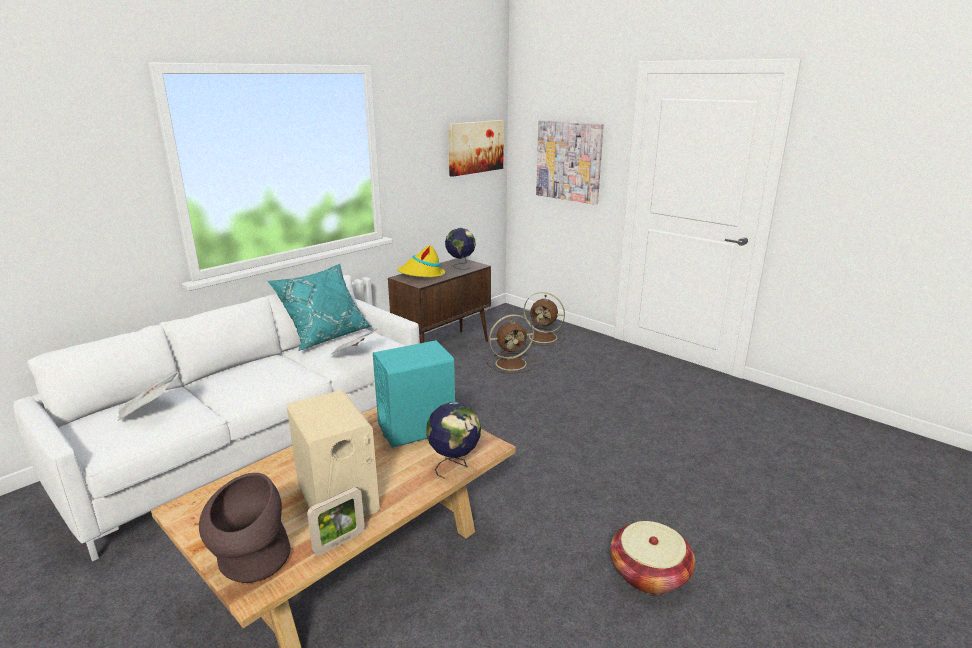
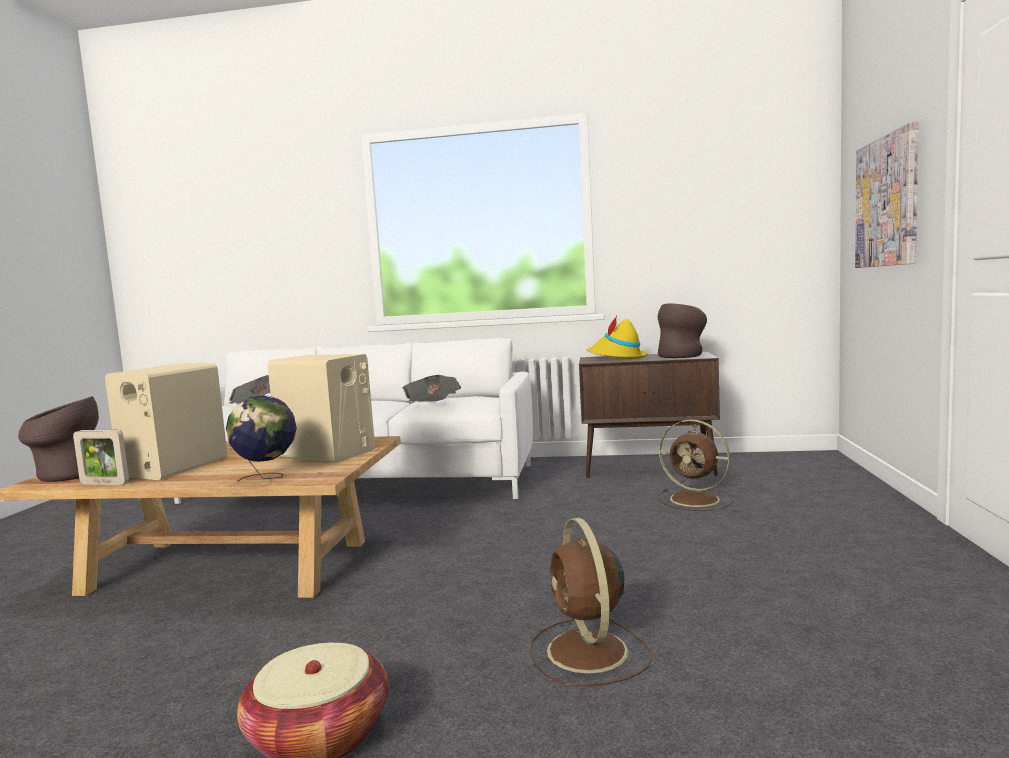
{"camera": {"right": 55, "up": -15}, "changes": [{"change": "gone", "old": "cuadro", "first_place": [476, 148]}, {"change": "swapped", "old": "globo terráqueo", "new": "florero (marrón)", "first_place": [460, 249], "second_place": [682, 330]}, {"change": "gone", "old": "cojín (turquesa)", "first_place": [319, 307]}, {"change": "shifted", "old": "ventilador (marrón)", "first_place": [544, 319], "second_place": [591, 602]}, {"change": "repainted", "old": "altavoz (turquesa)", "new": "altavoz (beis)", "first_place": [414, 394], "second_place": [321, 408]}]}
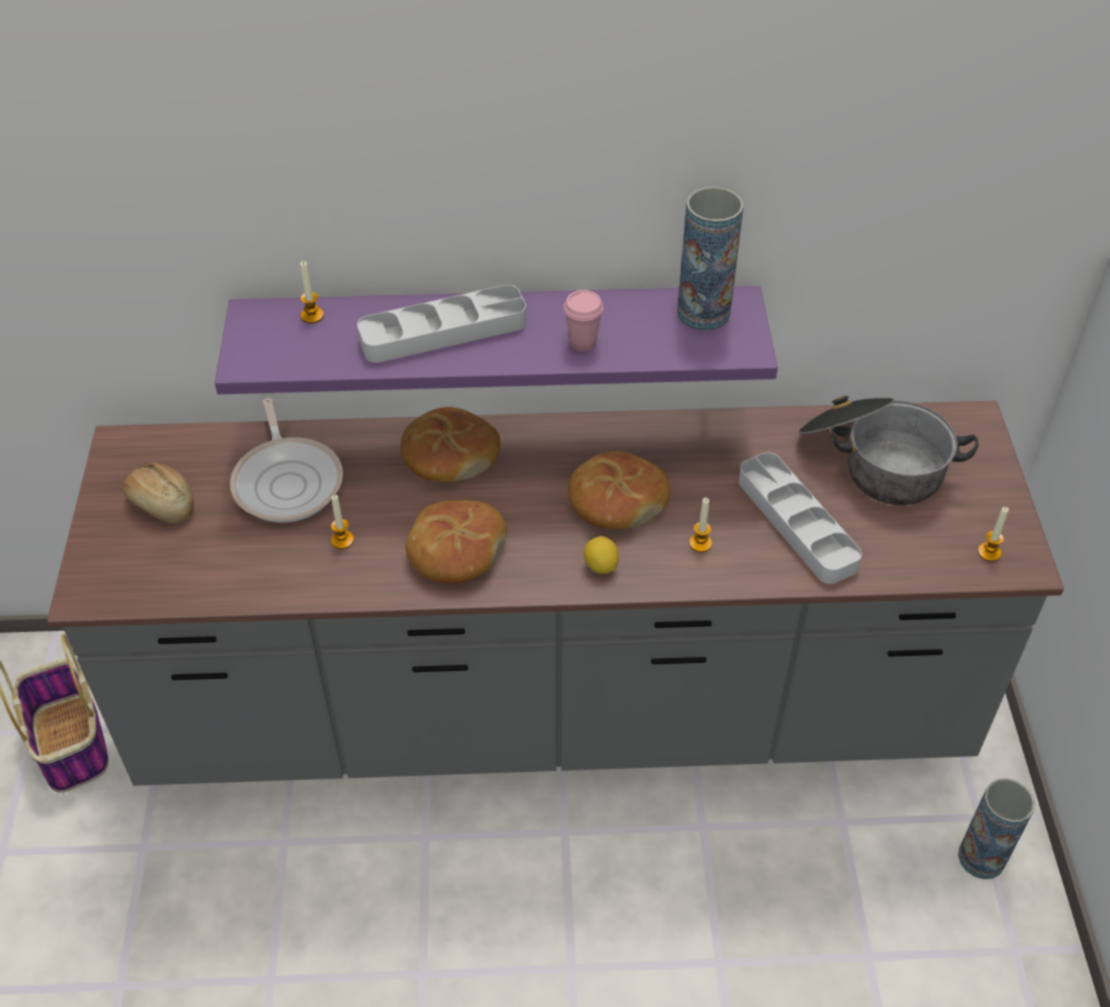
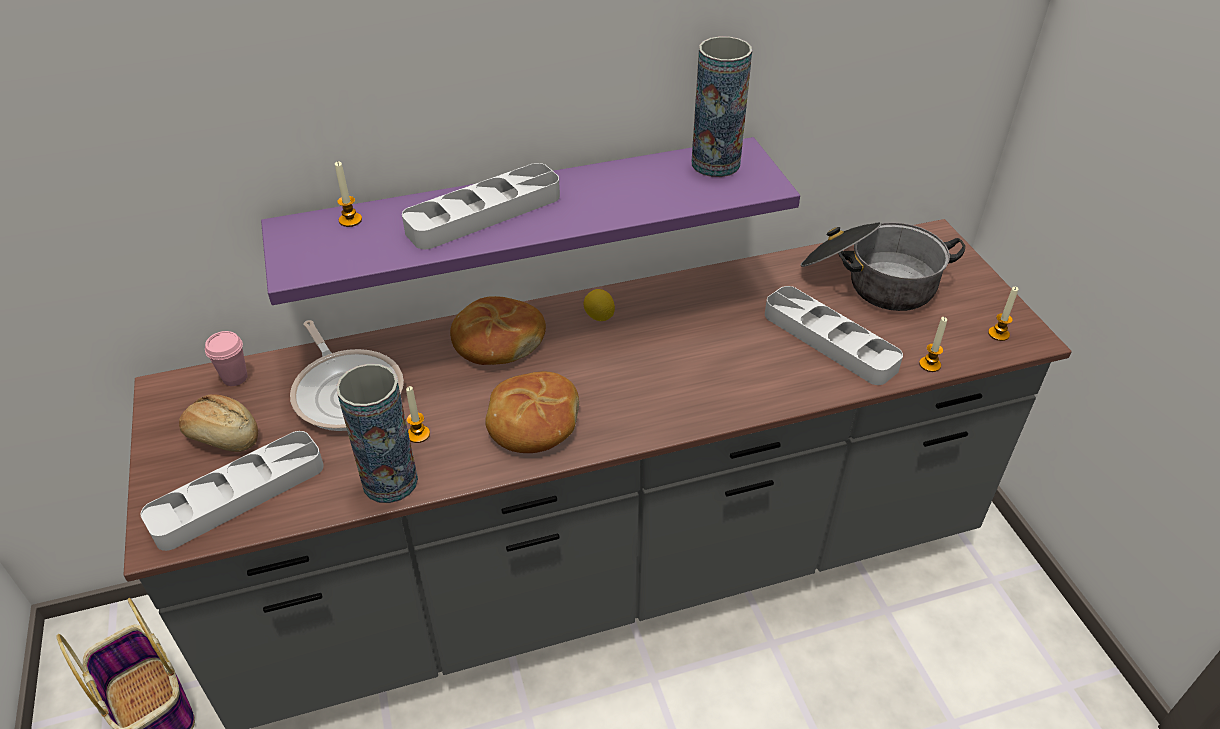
{"camera": {"right": -15, "up": -5}, "changes": [{"change": "shifted", "old": "taza (rosa)", "first_place": [583, 320], "second_place": [226, 358]}, {"change": "gone", "old": "pan", "first_place": [619, 490]}, {"change": "shifted", "old": "vela", "first_place": [700, 524], "second_place": [933, 344]}, {"change": "shifted", "old": "limón", "first_place": [601, 555], "second_place": [599, 305]}, {"change": "shifted", "old": "florero", "first_place": [996, 829], "second_place": [377, 433]}, {"change": "new", "new": "bandeja (gris)", "second_place": [232, 491]}]}
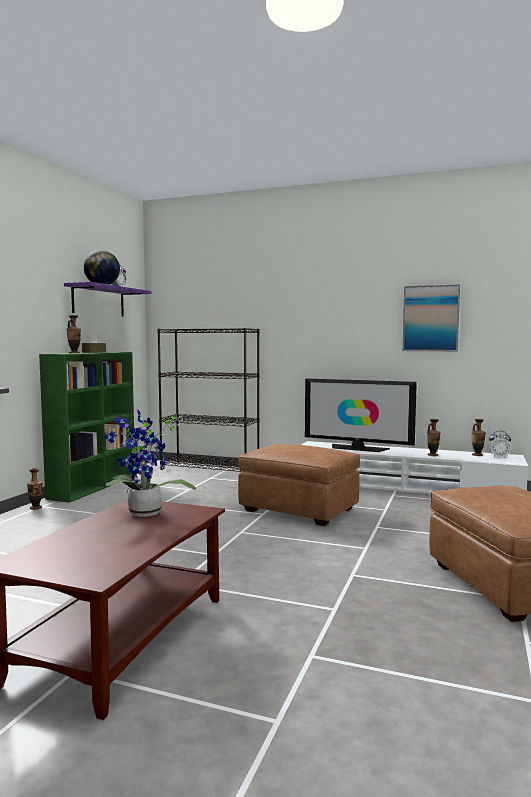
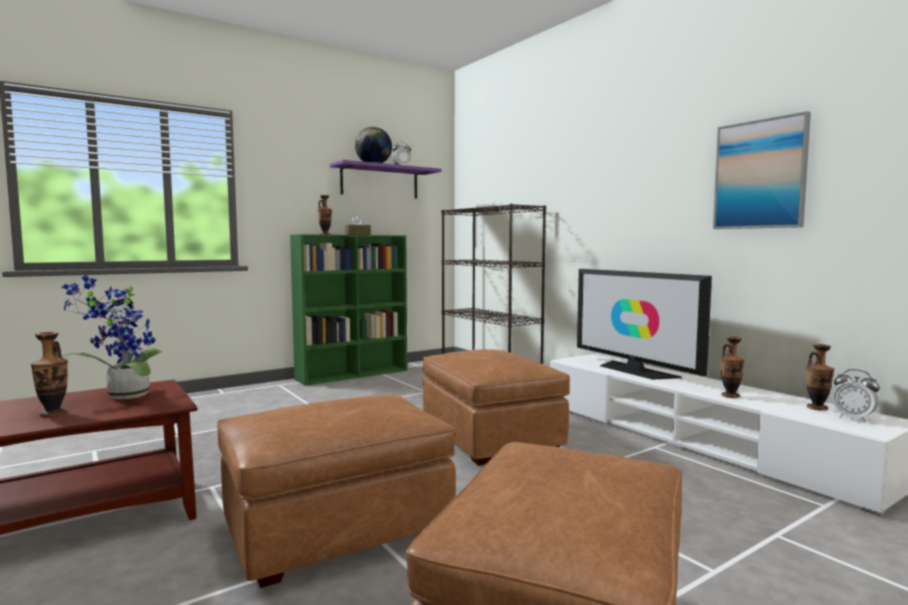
{"camera": {"right": 35, "up": 0}, "changes": [{"change": "shifted", "old": "florero", "first_place": [35, 489], "second_place": [49, 374]}, {"change": "new", "new": "puf (marrón)", "second_place": [336, 491]}]}
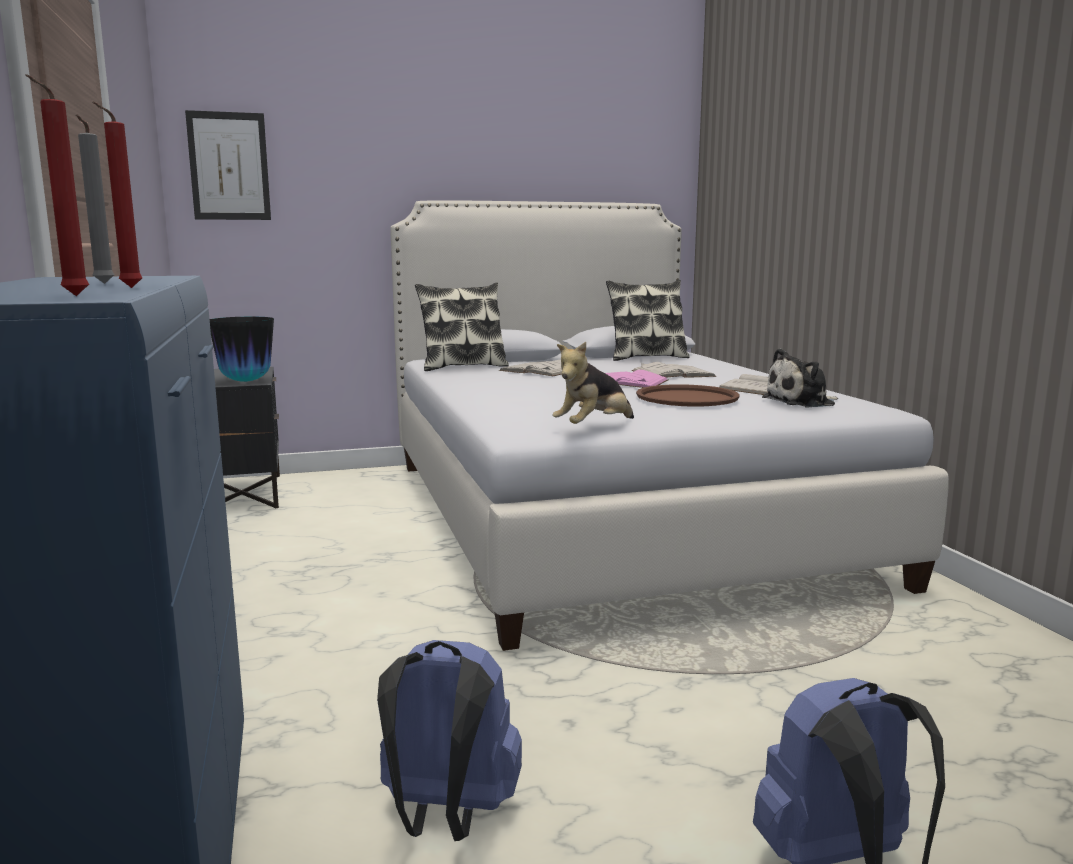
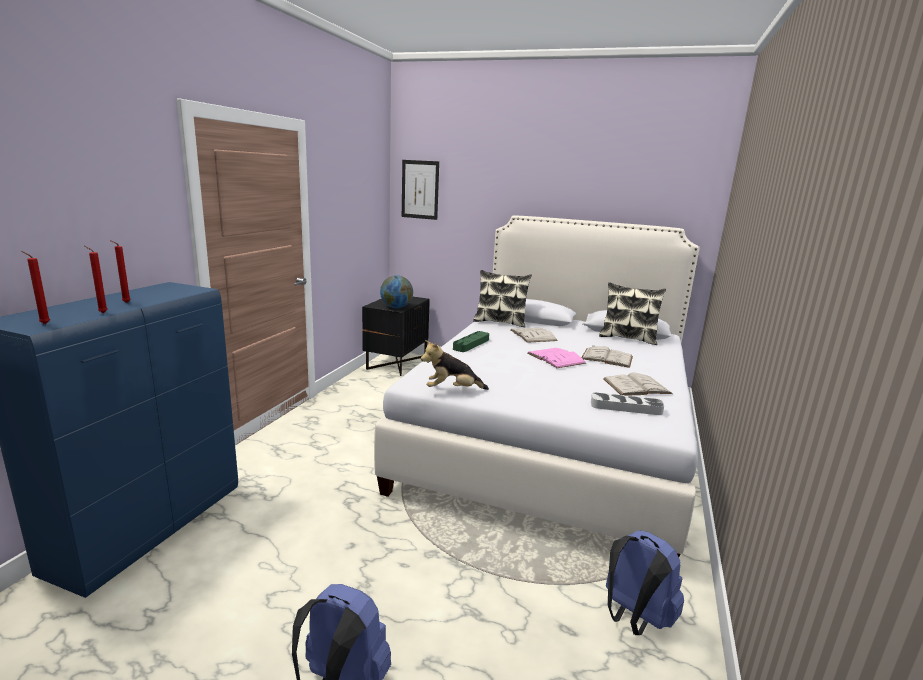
{"camera": {"right": 35, "up": 5}, "changes": [{"change": "repainted", "old": "vela (gris)", "new": "vela (rojo)", "first_place": [95, 199], "second_place": [121, 272]}, {"change": "swapped", "old": "florero", "new": "globo terráqueo", "first_place": [242, 349], "second_place": [396, 291]}, {"change": "swapped", "old": "peluche", "new": "bandeja (gris)", "first_place": [800, 378], "second_place": [627, 403]}, {"change": "gone", "old": "bandeja (marrón)", "first_place": [688, 395]}, {"change": "shifted", "old": "mochila (azul)", "first_place": [449, 740], "second_place": [645, 582]}, {"change": "new", "new": "bandeja (verde)", "second_place": [471, 341]}]}
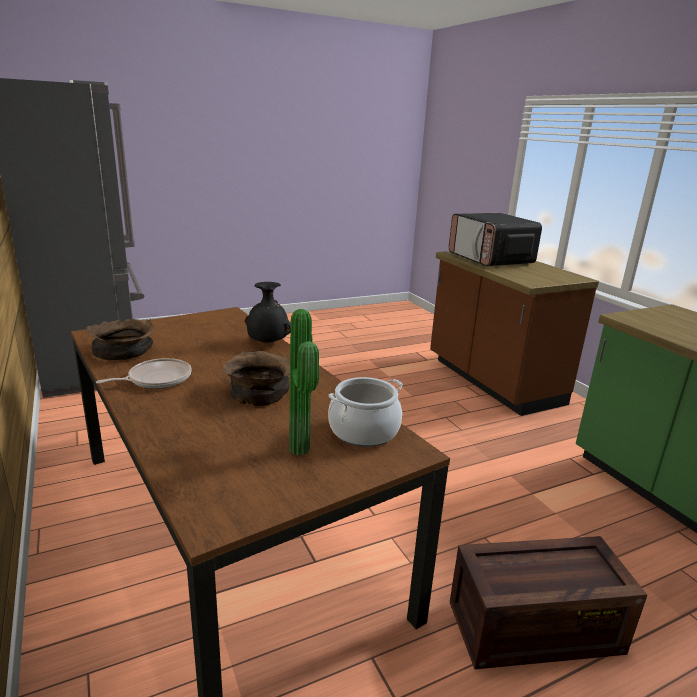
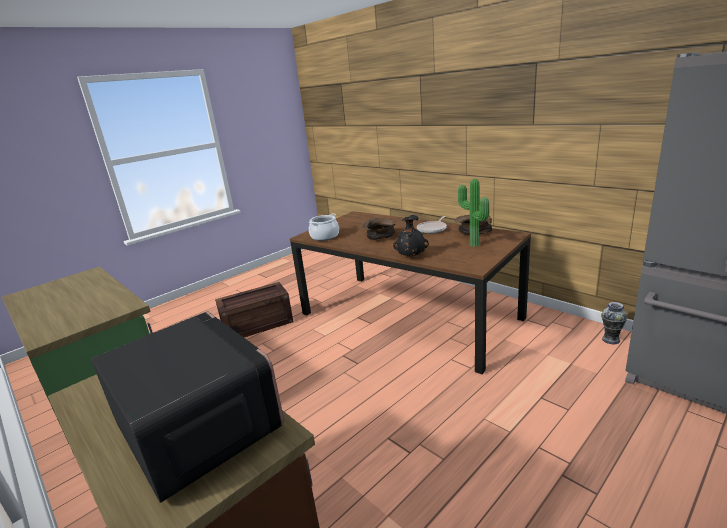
{"camera": {"right": 165, "up": 0}, "changes": [{"change": "shifted", "old": "planta en maceta", "first_place": [304, 382], "second_place": [473, 213]}, {"change": "new", "new": "florero", "second_place": [614, 323]}]}
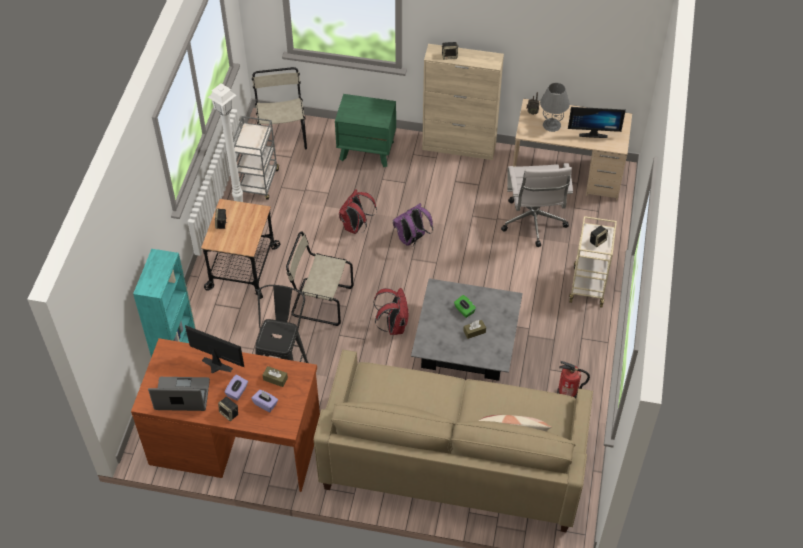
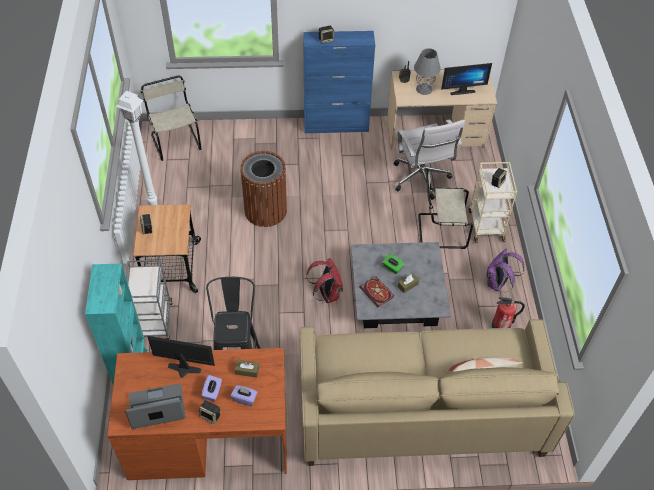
{"camera": {"right": -15, "up": 0}, "changes": [{"change": "repainted", "old": "armario (beis)", "new": "armario (azul)", "first_place": [463, 102], "second_place": [339, 82]}, {"change": "gone", "old": "mesita de noche (verde)", "first_place": [365, 130]}, {"change": "shifted", "old": "carrito (gris)", "first_place": [256, 158], "second_place": [149, 299]}, {"change": "swapped", "old": "mochila (rojo)", "new": "papelera (marrón)", "first_place": [358, 211], "second_place": [263, 189]}, {"change": "shifted", "old": "mochila (morado)", "first_place": [413, 225], "second_place": [505, 270]}, {"change": "shifted", "old": "silla (beis)", "first_place": [319, 278], "second_place": [445, 209]}, {"change": "new", "new": "libro", "second_place": [376, 291]}]}
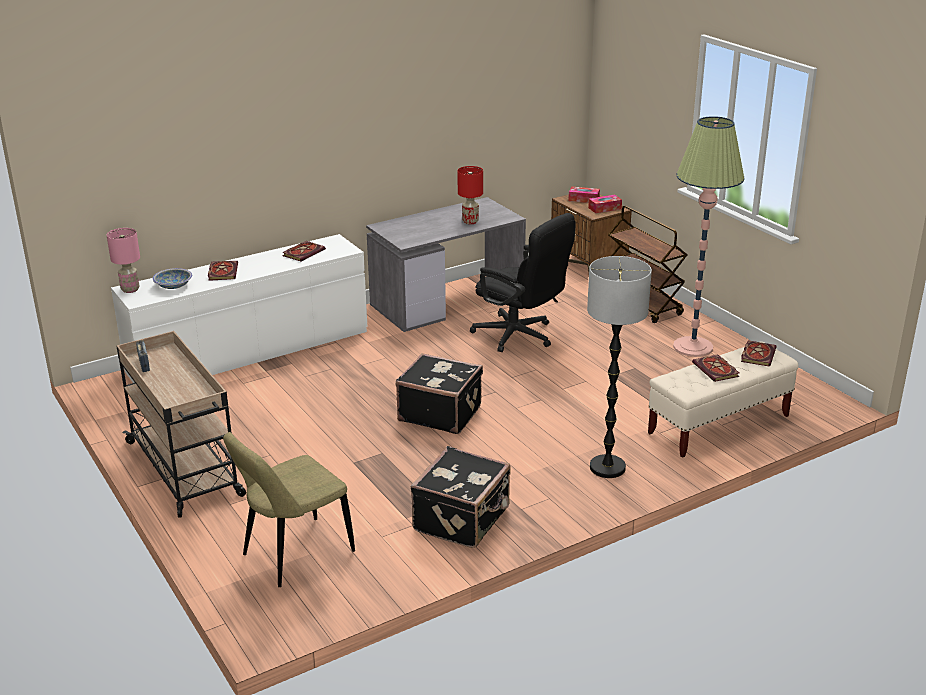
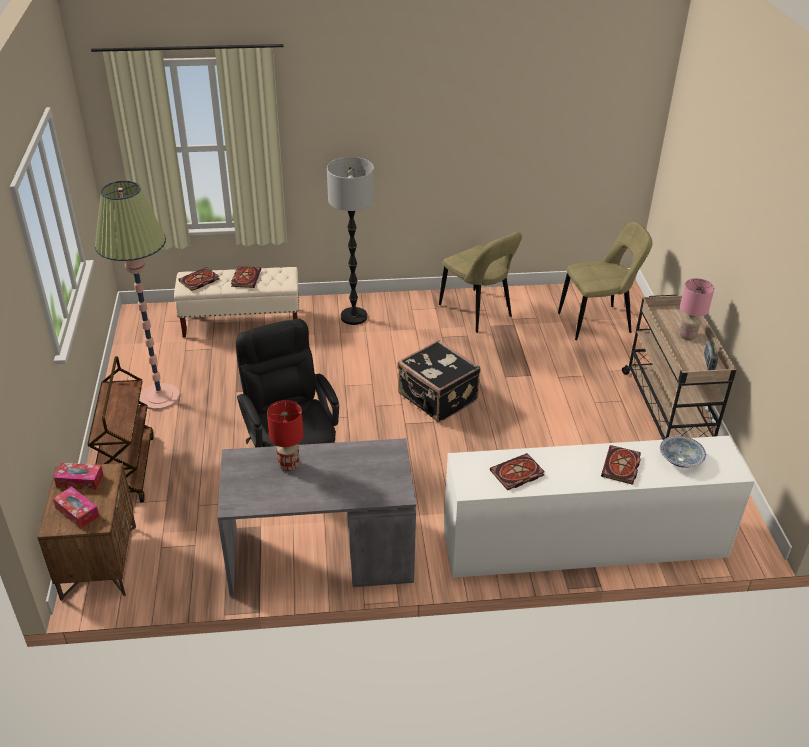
{"camera": {"right": -155, "up": 10}, "changes": [{"change": "shifted", "old": "lámpara de mesa (rosa)", "first_place": [123, 260], "second_place": [697, 309]}, {"change": "swapped", "old": "maleta (negro)", "new": "silla (beis)", "first_place": [460, 497], "second_place": [480, 282]}]}
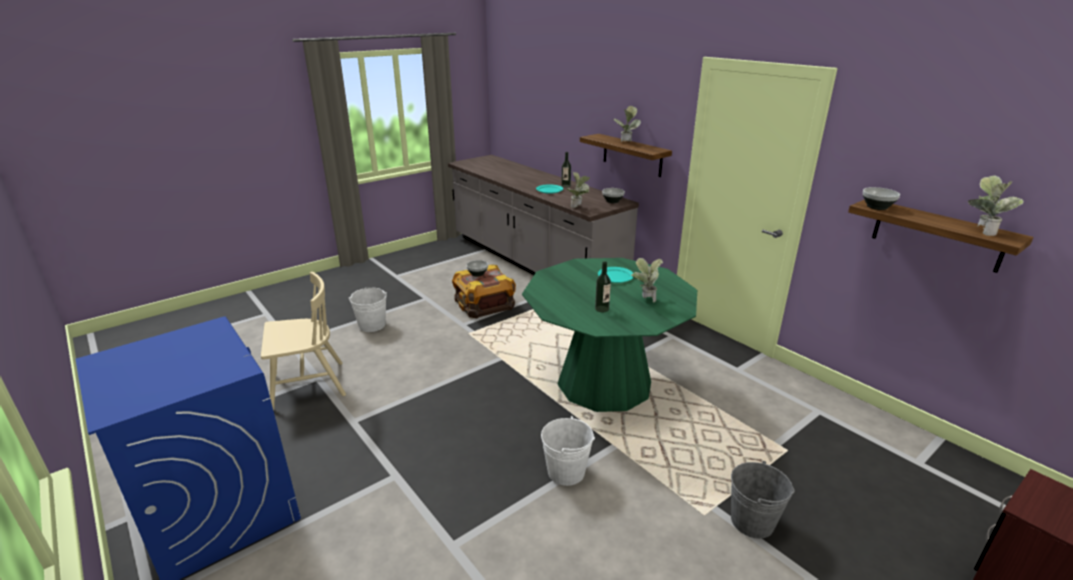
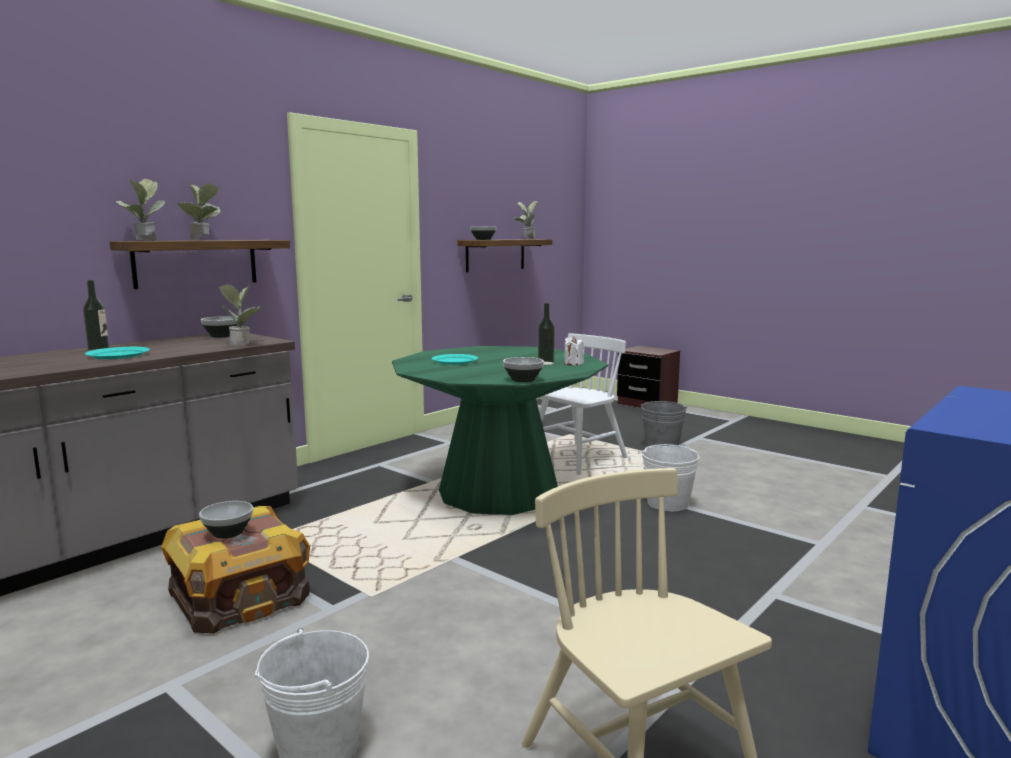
{"camera": {"right": -100, "up": -15}, "changes": [{"change": "shifted", "old": "planta en maceta", "first_place": [647, 280], "second_place": [140, 210]}, {"change": "new", "new": "silla (blanco)", "second_place": [583, 404]}, {"change": "new", "new": "vela (blanco)", "second_place": [574, 350]}, {"change": "new", "new": "cuenco", "second_place": [523, 369]}]}
